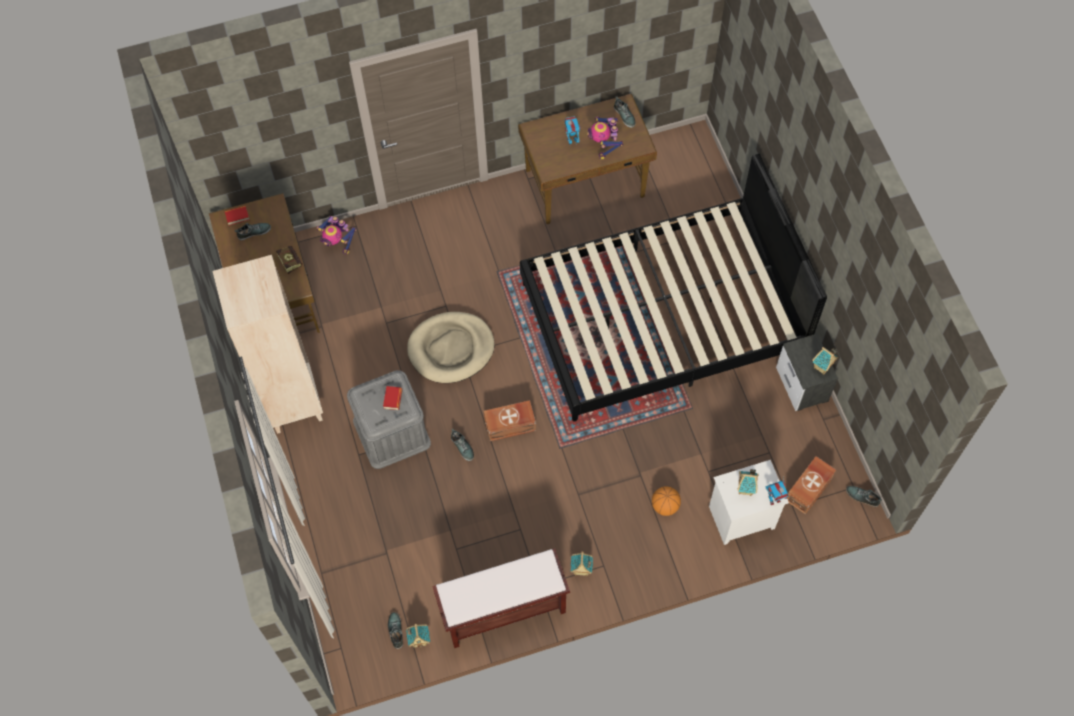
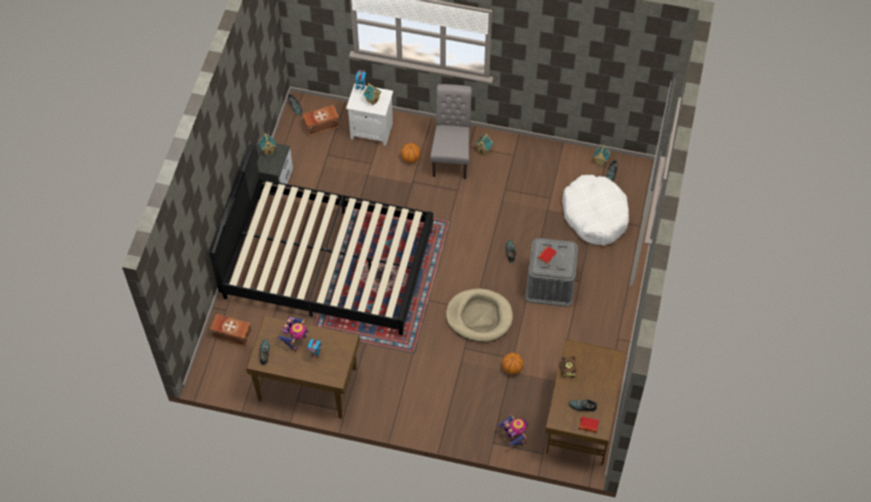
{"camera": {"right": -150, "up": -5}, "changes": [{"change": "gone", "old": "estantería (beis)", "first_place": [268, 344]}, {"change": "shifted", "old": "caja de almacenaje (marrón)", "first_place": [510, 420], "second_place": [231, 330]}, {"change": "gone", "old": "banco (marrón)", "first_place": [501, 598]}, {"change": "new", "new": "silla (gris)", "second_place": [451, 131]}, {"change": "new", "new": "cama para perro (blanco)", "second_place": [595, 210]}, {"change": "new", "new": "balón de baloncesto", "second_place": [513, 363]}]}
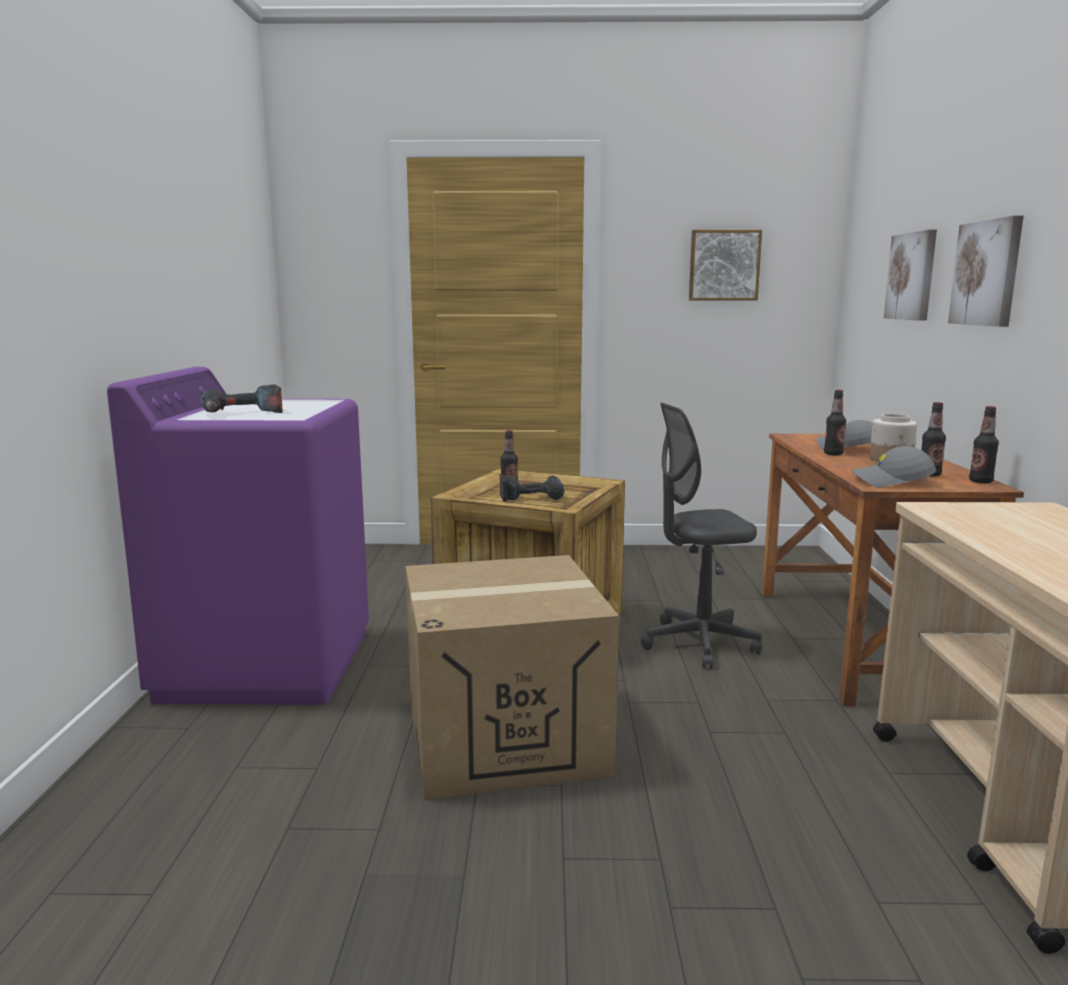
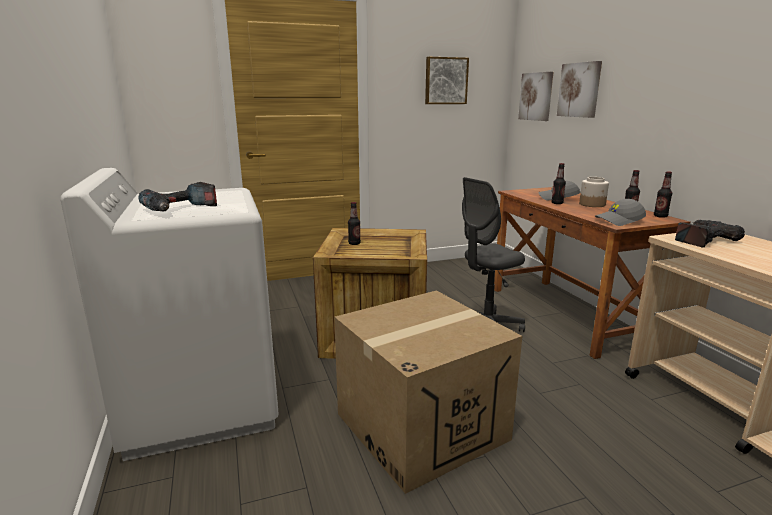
{"camera": {"right": -20, "up": 5}, "changes": [{"change": "shifted", "old": "cuadro", "first_place": [985, 271], "second_place": [535, 96]}, {"change": "repainted", "old": "lavadora (morado)", "new": "lavadora (blanco)", "first_place": [238, 536], "second_place": [169, 314]}, {"change": "shifted", "old": "taladro", "first_place": [532, 488], "second_place": [710, 234]}]}
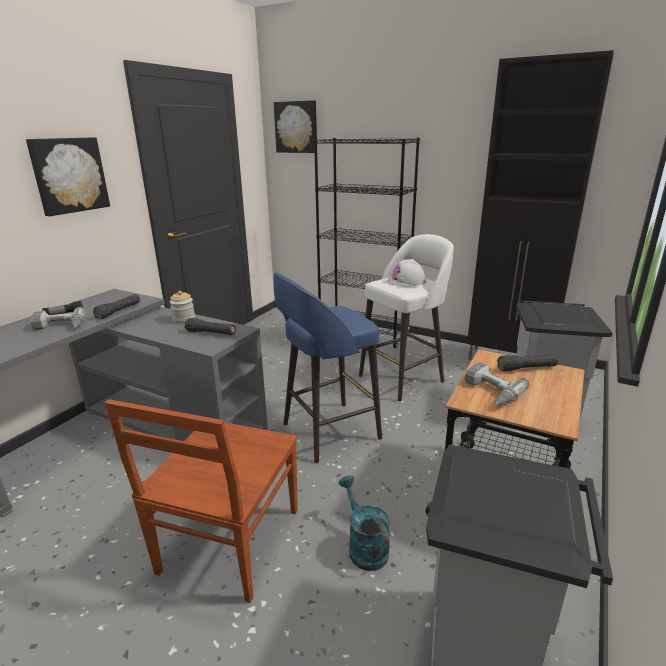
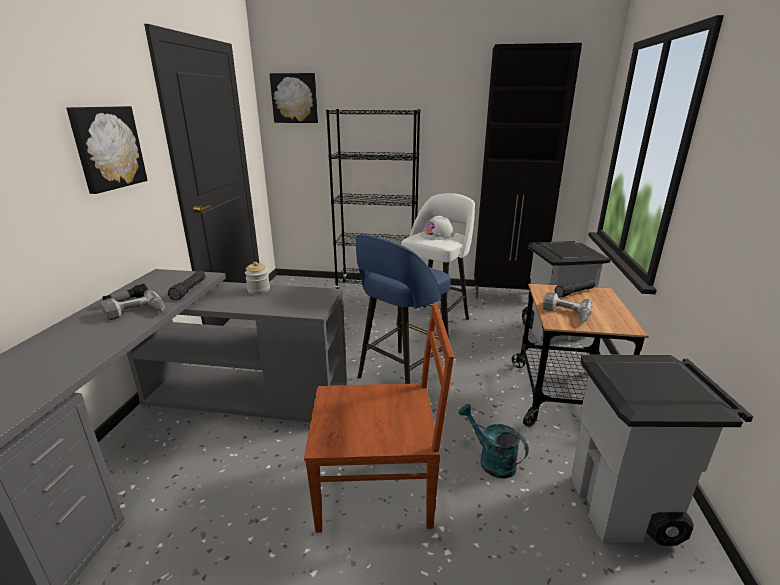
{"camera": {"right": -20, "up": 0}, "changes": [{"change": "gone", "old": "linterna (negro)", "first_place": [210, 326]}, {"change": "rotated", "old": "silla (marrón)", "first_place": [201, 501], "second_place": [379, 418], "degrees": -90}]}
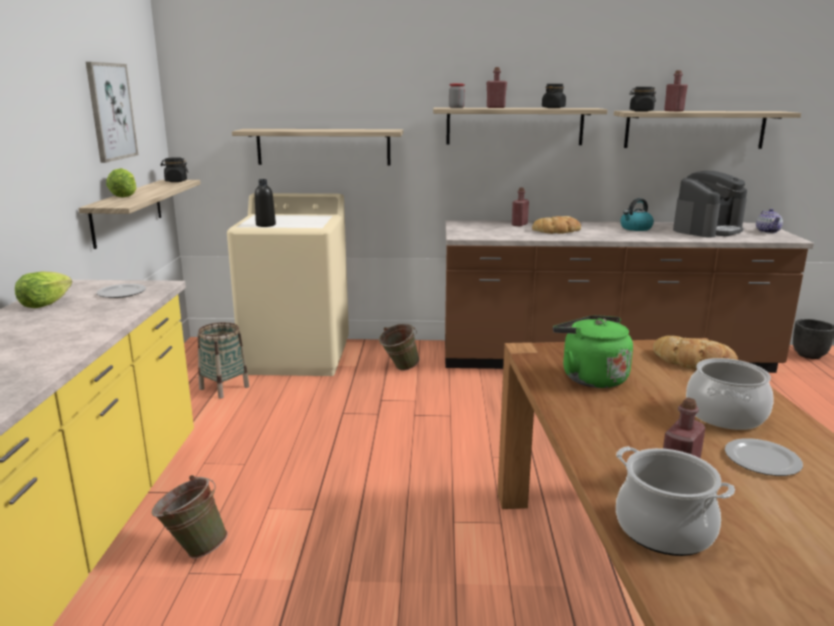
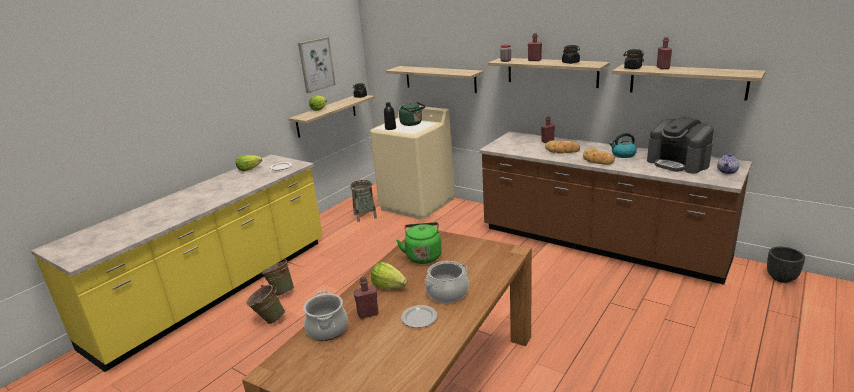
{"camera": {"right": 35, "up": 5}, "changes": [{"change": "rotated", "old": "cafetera", "first_place": [710, 204], "second_place": [680, 145], "degrees": 60}, {"change": "shifted", "old": "cubo (verde)", "first_place": [399, 347], "second_place": [265, 304]}, {"change": "shifted", "old": "pan", "first_place": [695, 352], "second_place": [599, 156]}, {"change": "new", "new": "hervidor (verde)", "second_place": [412, 114]}, {"change": "new", "new": "lechuga", "second_place": [389, 275]}]}
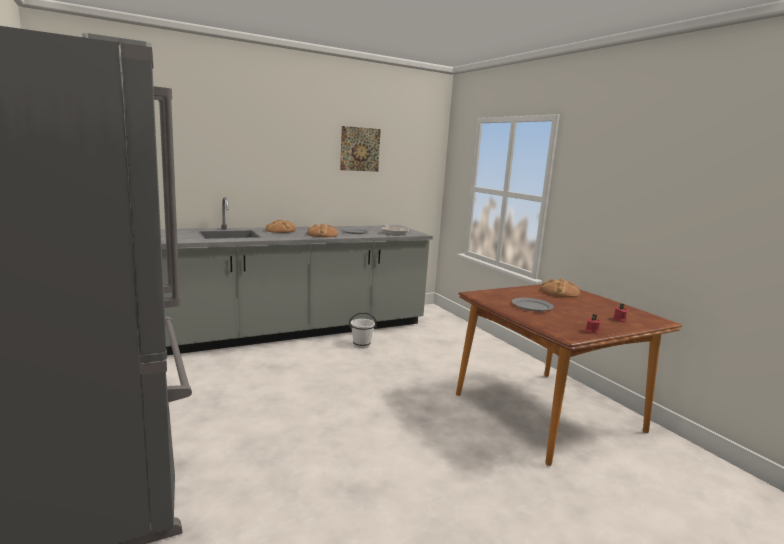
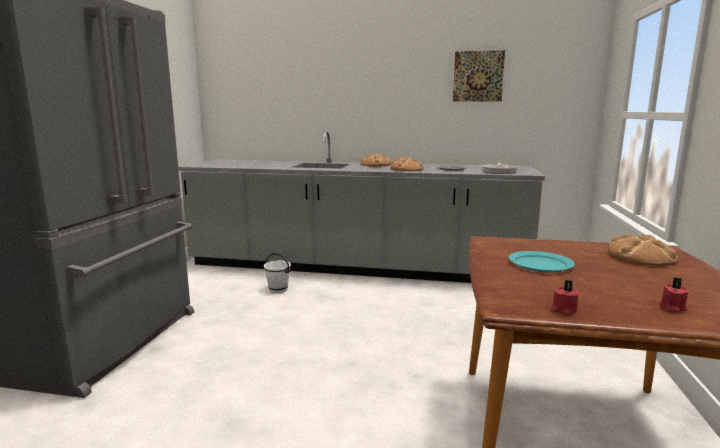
{"camera": {"right": 40, "up": 0}, "changes": [{"change": "repainted", "old": "plato (gris)", "new": "plato (turquesa)", "first_place": [533, 304], "second_place": [542, 261]}, {"change": "shifted", "old": "cubo (blanco)", "first_place": [363, 330], "second_place": [277, 273]}]}
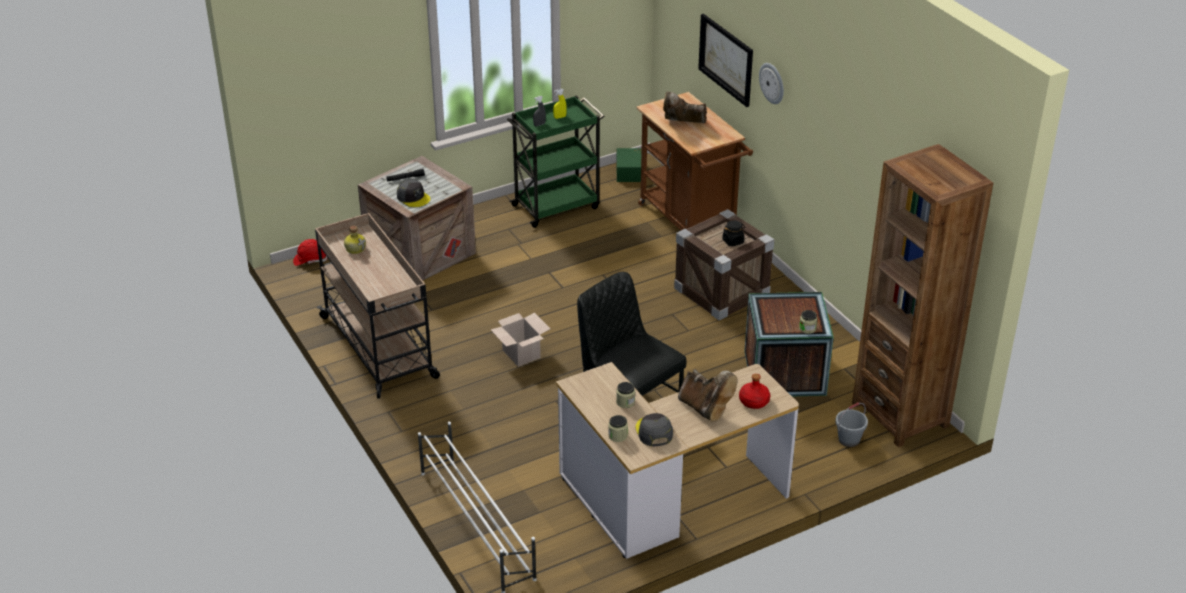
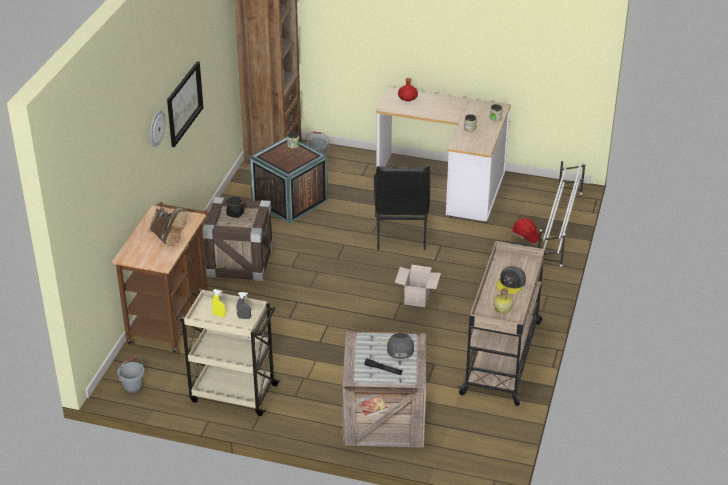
{"camera": {"right": -135, "up": 0}, "changes": [{"change": "shifted", "old": "cuadro", "first_place": [725, 60], "second_place": [185, 104]}, {"change": "repainted", "old": "carrito (verde)", "new": "carrito (beis)", "first_place": [555, 162], "second_place": [228, 352]}, {"change": "swapped", "old": "caja de almacenaje (verde)", "new": "cubo (gris)", "first_place": [629, 165], "second_place": [131, 374]}, {"change": "shifted", "old": "casco (rojo)", "first_place": [310, 252], "second_place": [525, 230]}, {"change": "gone", "old": "bota (marrón)", "first_place": [707, 395]}, {"change": "shifted", "old": "gorra (gris)", "first_place": [654, 429], "second_place": [511, 280]}]}
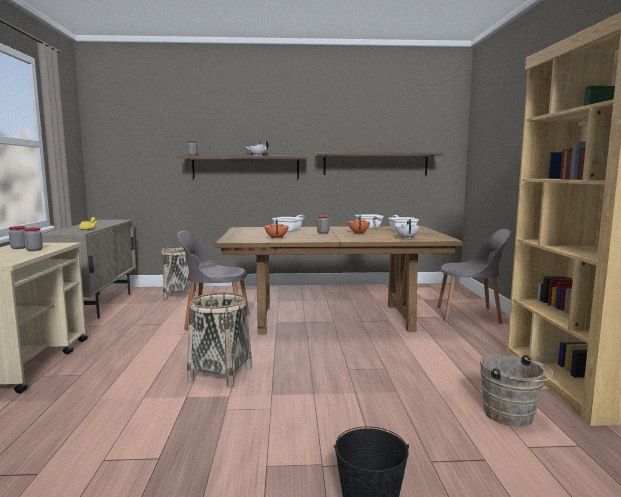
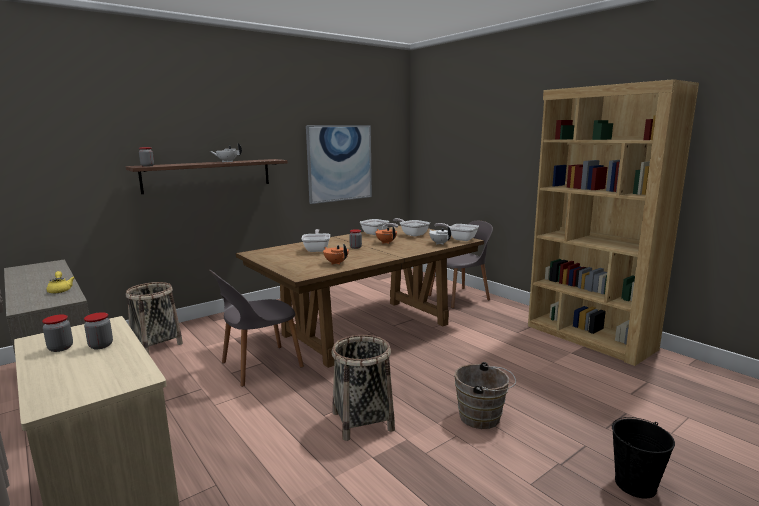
{"camera": {"right": -35, "up": 5}, "changes": [{"change": "swapped", "old": "estante", "new": "cuadro", "first_place": [379, 163], "second_place": [339, 164]}, {"change": "shifted", "old": "cubo (marrón)", "first_place": [516, 390], "second_place": [485, 395]}, {"change": "new", "new": "sartén", "second_place": [456, 232]}]}
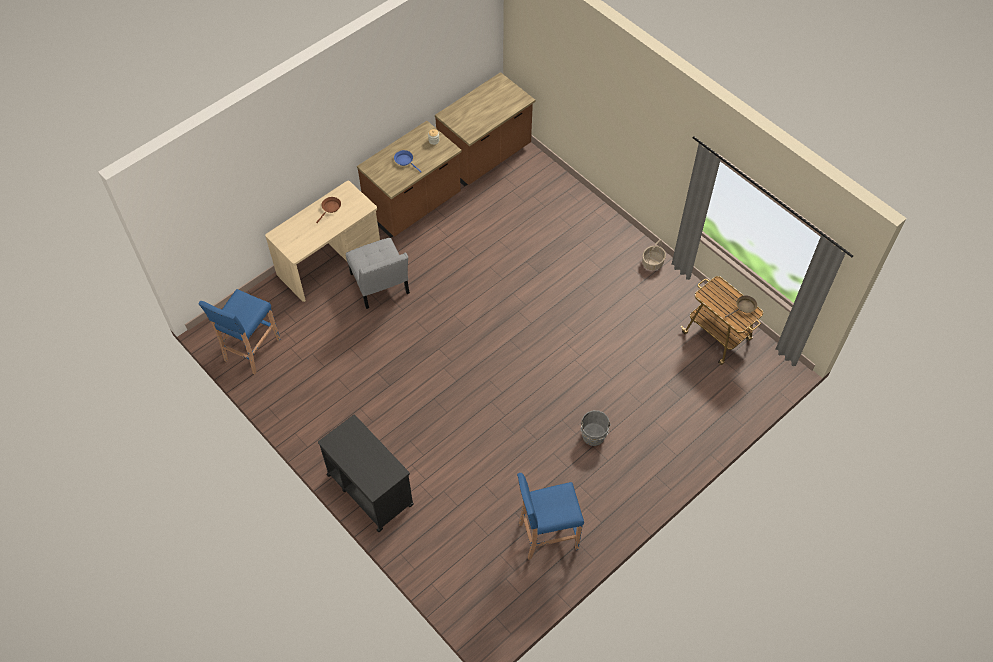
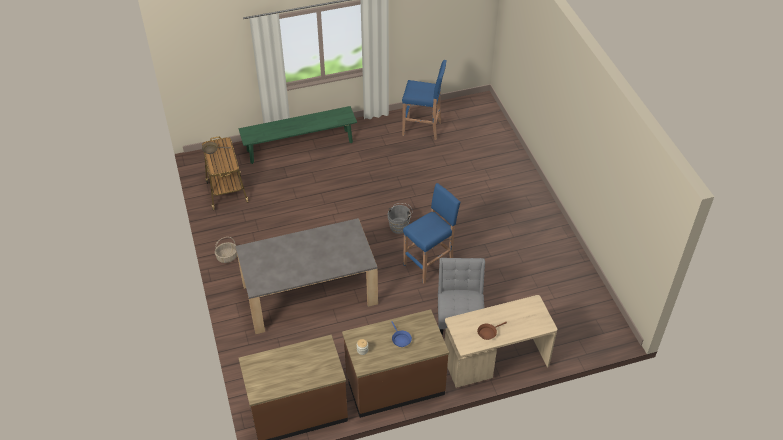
{"camera": {"right": -155, "up": -10}, "changes": [{"change": "shifted", "old": "taburete (azul)", "first_place": [239, 331], "second_place": [432, 233]}, {"change": "shifted", "old": "cubo (gris)", "first_place": [595, 428], "second_place": [400, 218]}, {"change": "gone", "old": "carrito (negro)", "first_place": [366, 473]}, {"change": "new", "new": "banco (verde)", "second_place": [297, 135]}, {"change": "new", "new": "mesa de comedor (gris)", "second_place": [306, 276]}]}
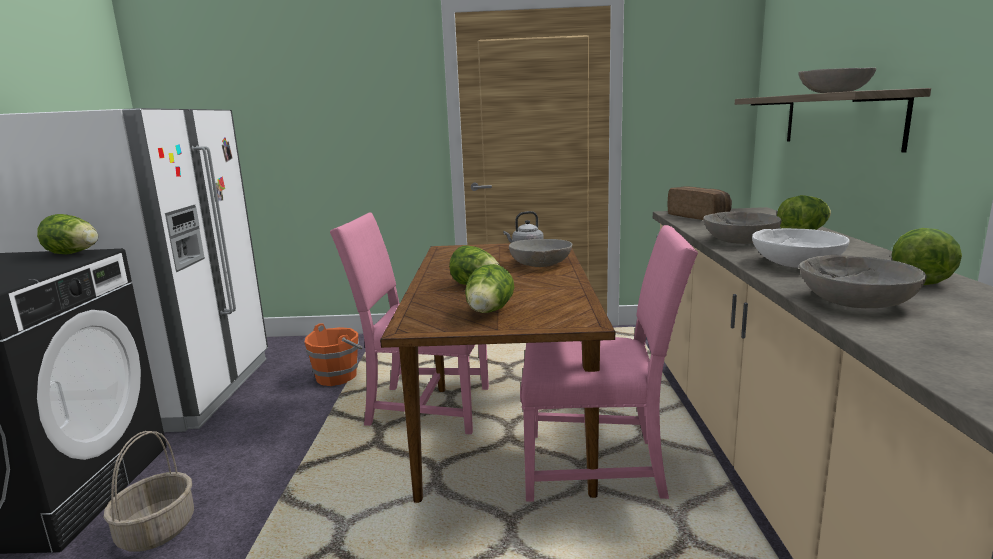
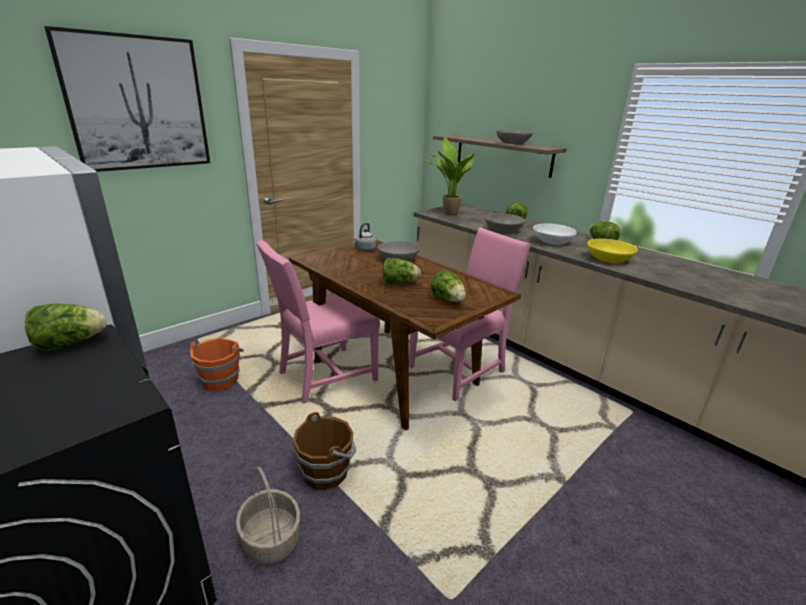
{"camera": {"right": -45, "up": 10}, "changes": [{"change": "swapped", "old": "pan", "new": "planta en maceta", "first_place": [700, 203], "second_place": [449, 176]}, {"change": "repainted", "old": "cuenco (gris)", "new": "cuenco (amarillo)", "first_place": [862, 281], "second_place": [612, 250]}, {"change": "new", "new": "cuadro", "second_place": [127, 99]}, {"change": "new", "new": "cubo (marrón)", "second_place": [324, 451]}]}
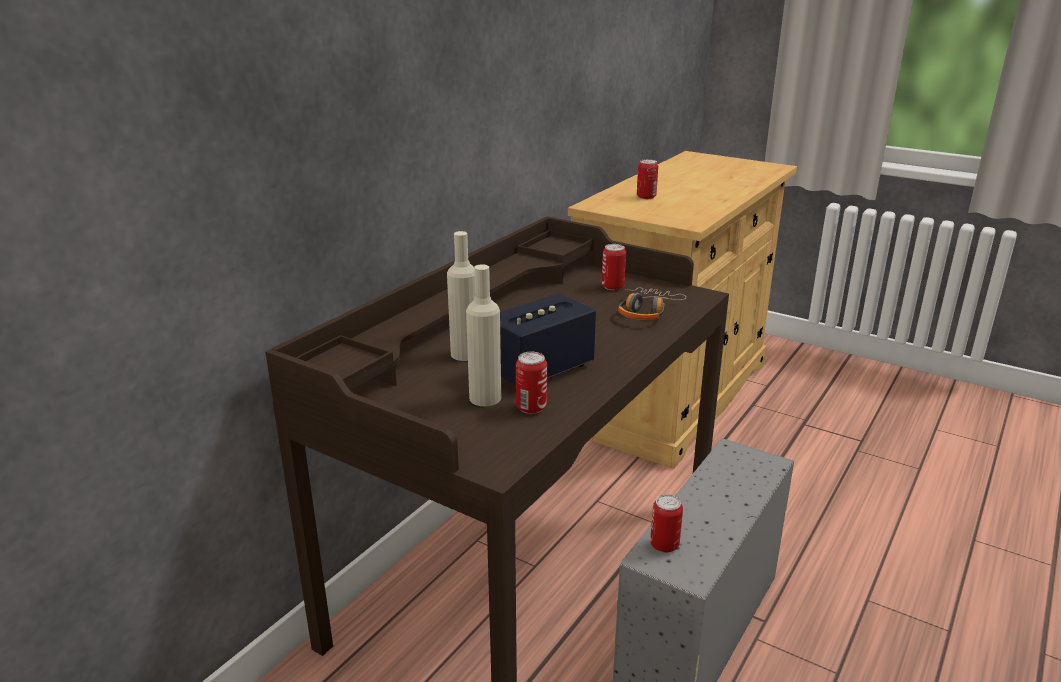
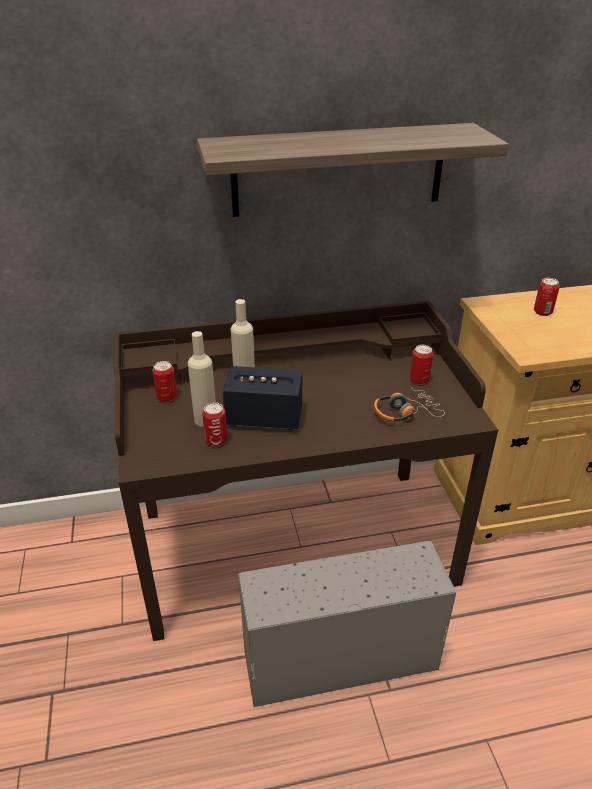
{"camera": {"right": 45, "up": 10}, "changes": [{"change": "shifted", "old": "lata", "first_place": [666, 523], "second_place": [164, 381]}, {"change": "new", "new": "estante", "second_place": [353, 170]}]}
